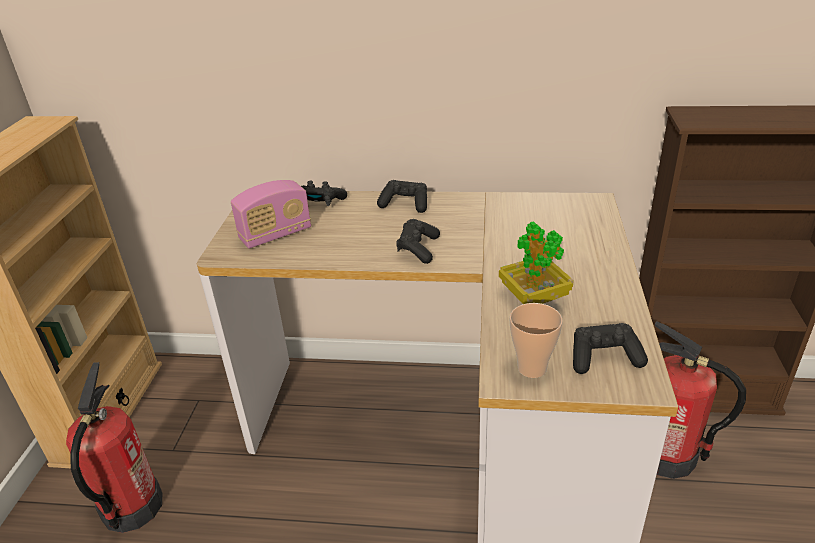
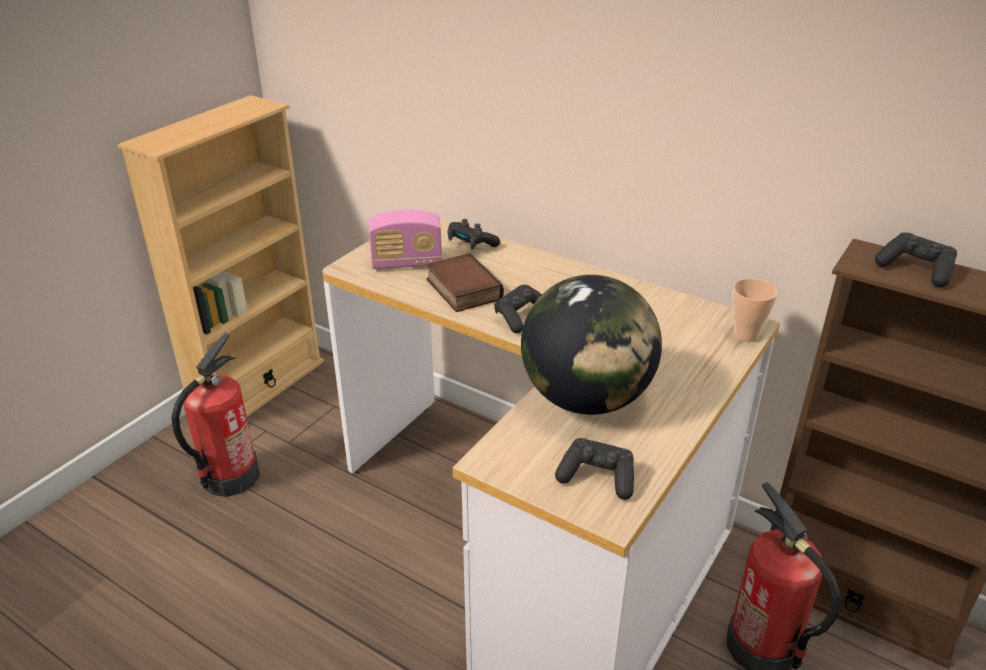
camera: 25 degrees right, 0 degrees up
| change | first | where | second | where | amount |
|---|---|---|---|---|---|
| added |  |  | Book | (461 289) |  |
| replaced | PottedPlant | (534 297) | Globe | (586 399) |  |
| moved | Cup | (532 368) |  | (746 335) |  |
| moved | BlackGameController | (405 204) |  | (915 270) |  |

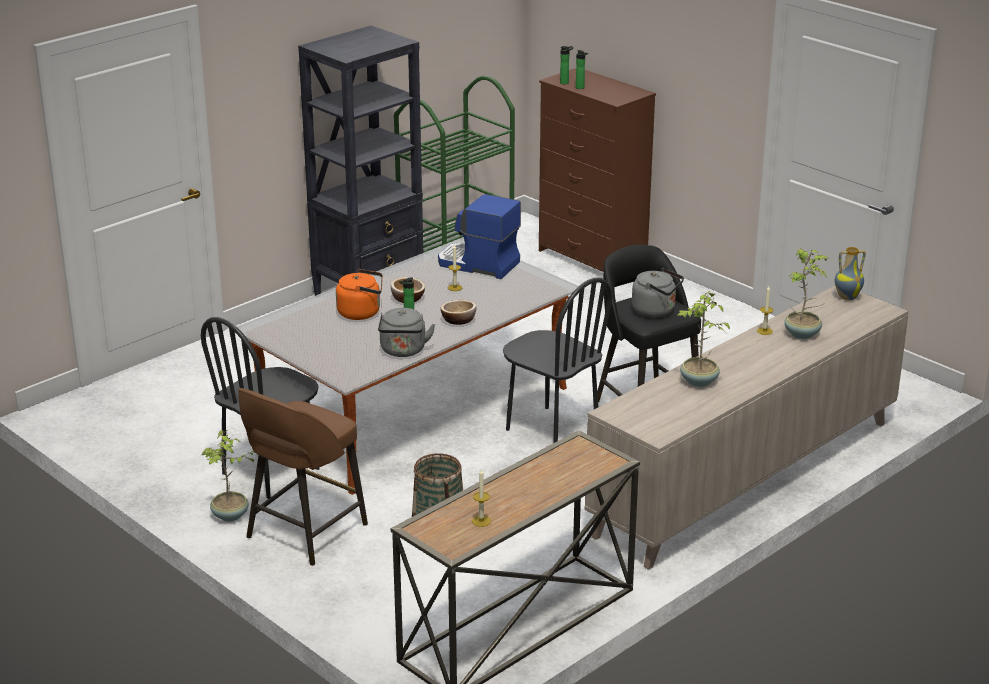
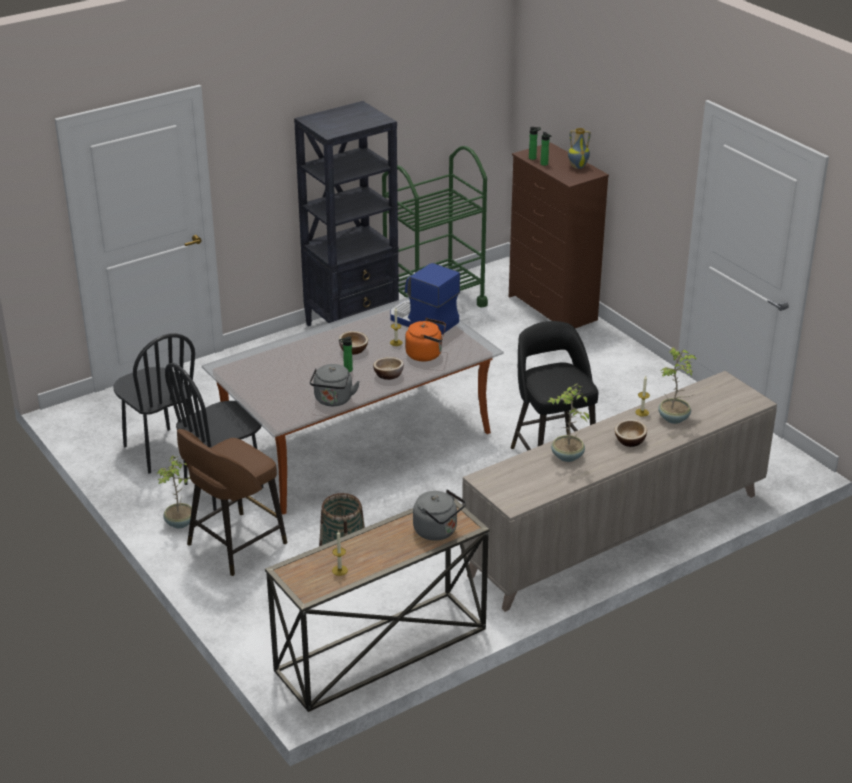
camera: 10 degrees right, 5 degrees up
| change | first | where | second | where | amount |
|---|---|---|---|---|---|
| moved | BlackChair | (551 430) |  | (160 450) |  |
| moved | OrangeKettle | (362 312) |  | (426 354) |  |
| moved | GreyKettle | (656 311) |  | (438 531) |  |
| moved | Vase | (847 297) |  | (578 166) |  |
| added |  |  | Bowl | (630 441) |  |

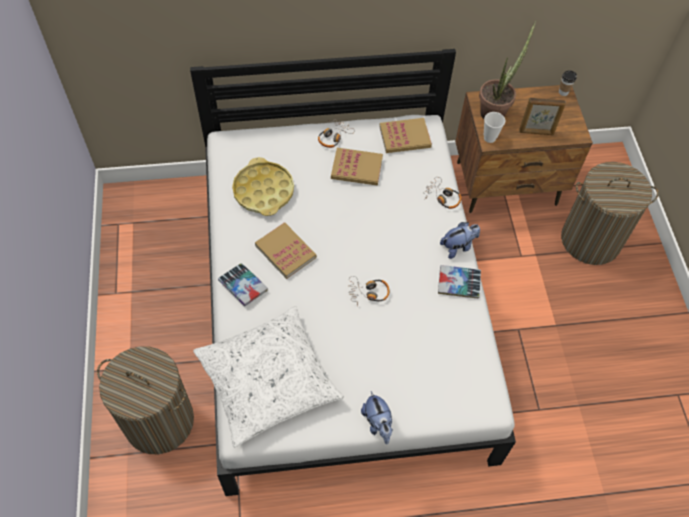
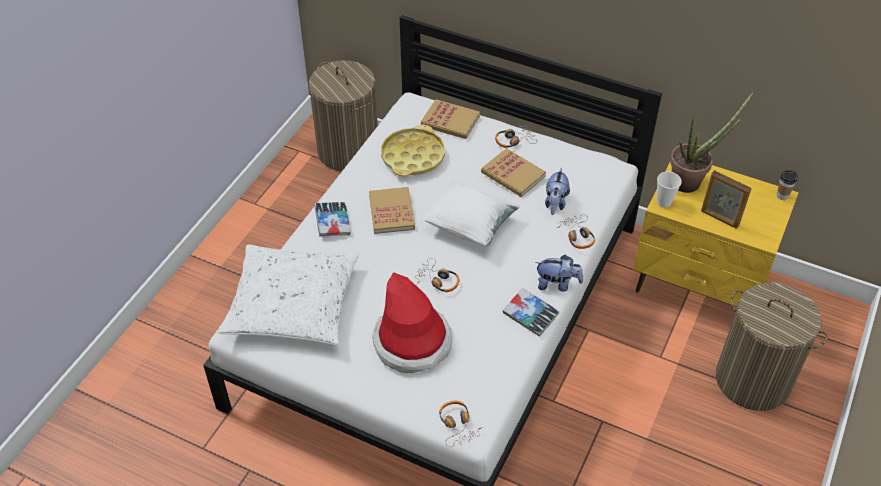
camera: 35 degrees right, 10 degrees down
| change | first | where | second | where | amount |
|---|---|---|---|---|---|
| moved | LaundryBasket | (159 421) |  | (348 151) |  |
| added |  |  | Hat | (412 342) |  |
| moved | Book | (405 137) |  | (450 121) |  |
| added |  |  | WhitePillow | (470 226) |  |
| added |  |  | Headphones | (458 425) |  |
| moved | PlushToy | (378 424) |  | (555 203) |  |
| recoloured | BrownNightstand | (507 184) | YellowNightstand | (699 284) |  |

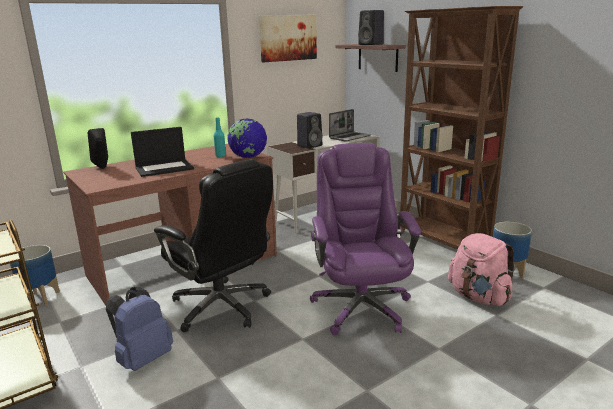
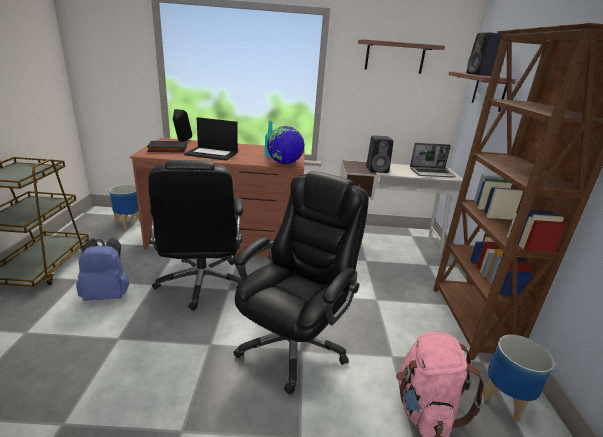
camera: 35 degrees right, 5 degrees up
| change | first | where | second | where | amount |
|---|---|---|---|---|---|
| added |  |  | BlackBook | (167 149) |  |
| recoloured | PurpleOfficeChair | (361 306) | BlackOfficeChair | (294 344) |  |
| replaced | Picture | (288 38) | Shelf | (394 57) |  |

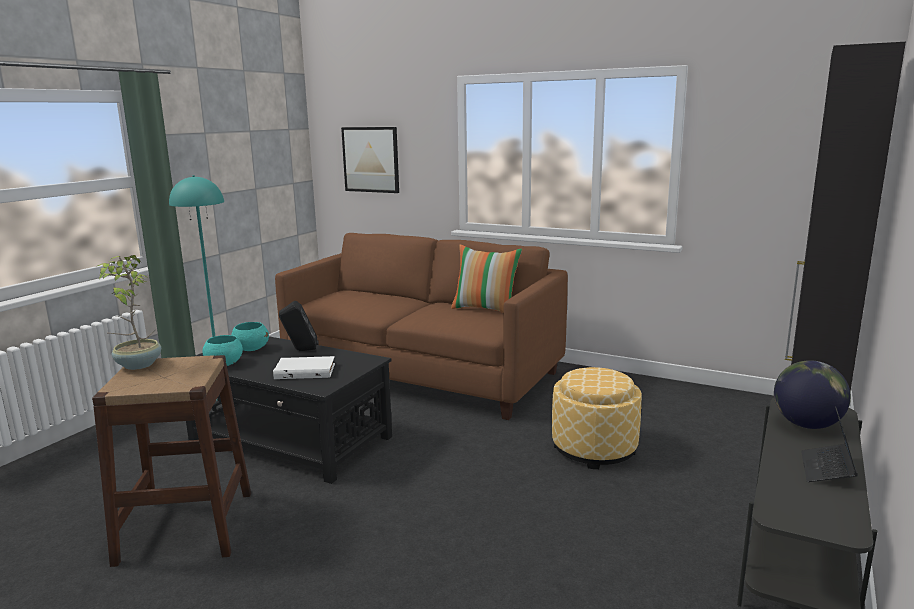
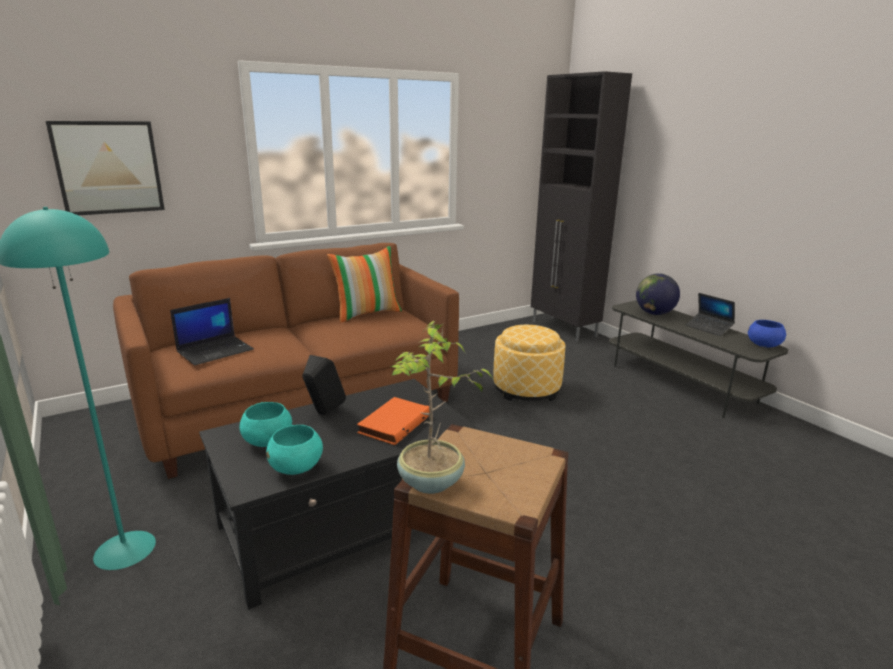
camera: 60 degrees left, 5 degrees up
| change | first | where | second | where | amount |
|---|---|---|---|---|---|
| added |  |  | Laptop | (216 350) |  |
| recoloured | WhiteBook | (306 371) | OrangeBook | (393 423) |  |
| added |  |  | BlueBowl | (764 345) |  |

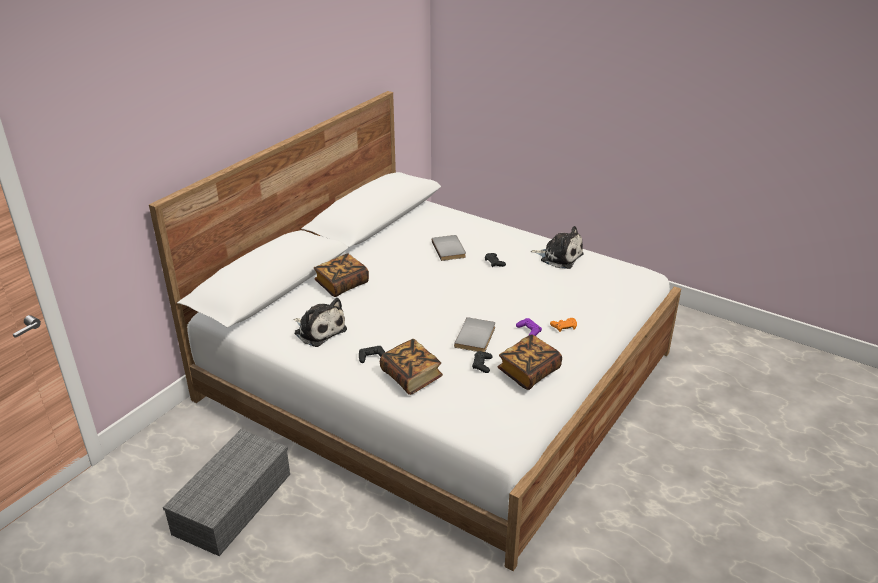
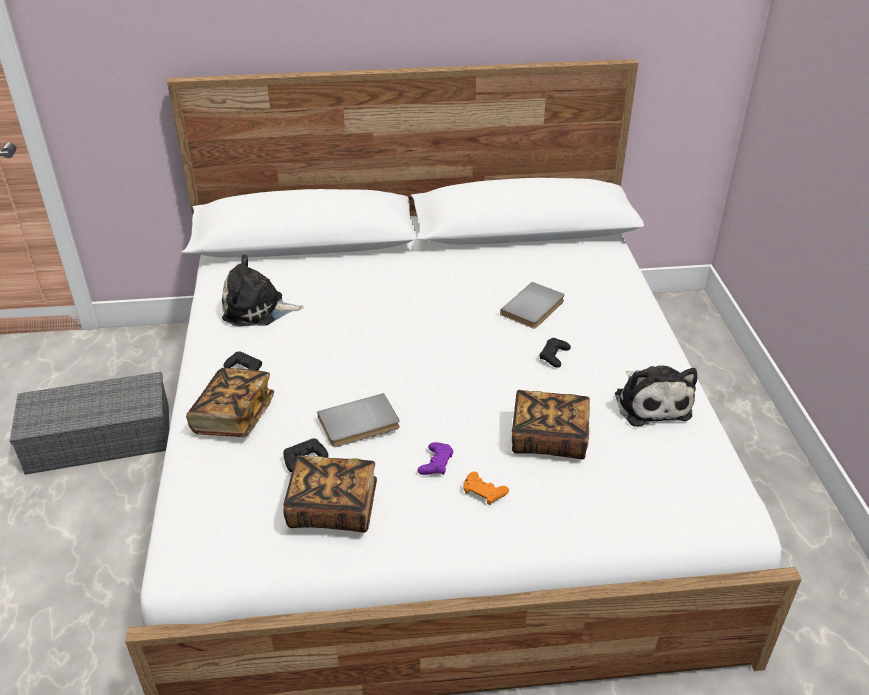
camera: 50 degrees right, 5 degrees up
| change | first | where | second | where | amount |
|---|---|---|---|---|---|
| turned | PlushToy | (319 330) |  | (257 309) | 90 degrees clockwise |
| moved | Book | (342 284) |  | (549 439) |  |

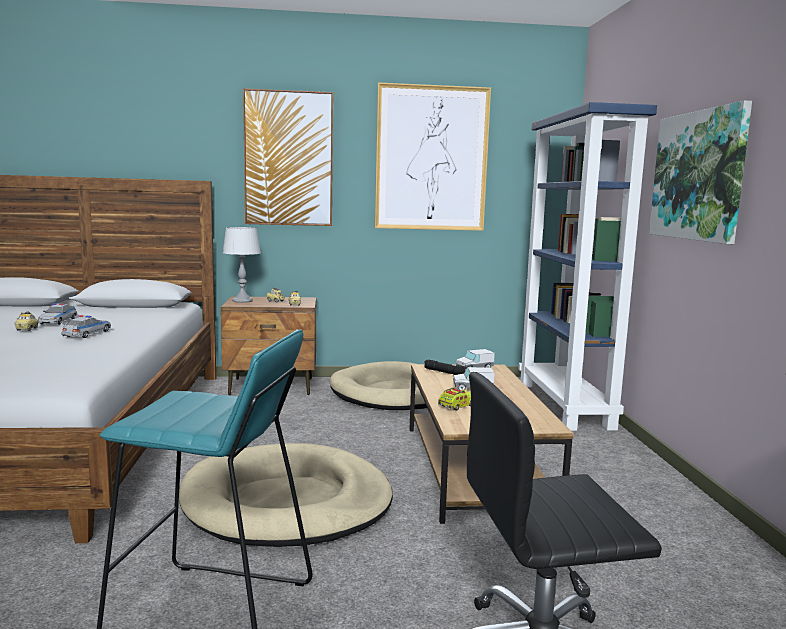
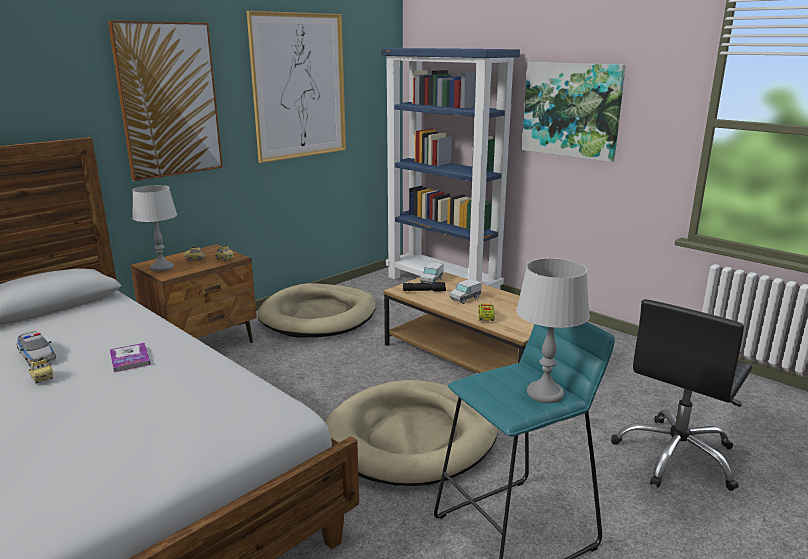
camera: 40 degrees left, 10 degrees up
| change | first | where | second | where | amount |
|---|---|---|---|---|---|
| replaced | ToyCar | (87 334) | Book | (130 359) |  |
| added |  |  | GreyTableLamp | (545 394) |  |

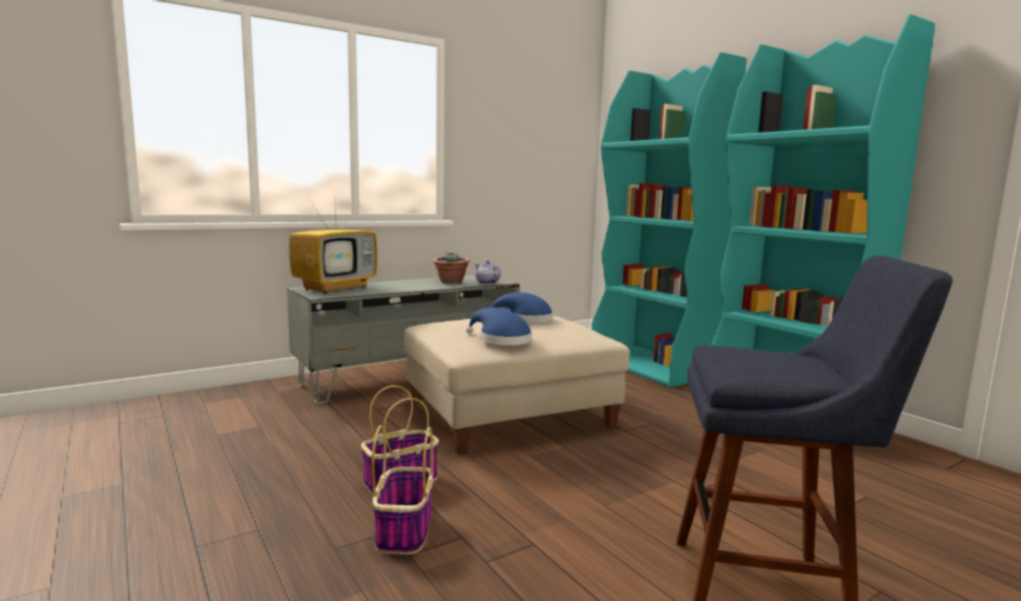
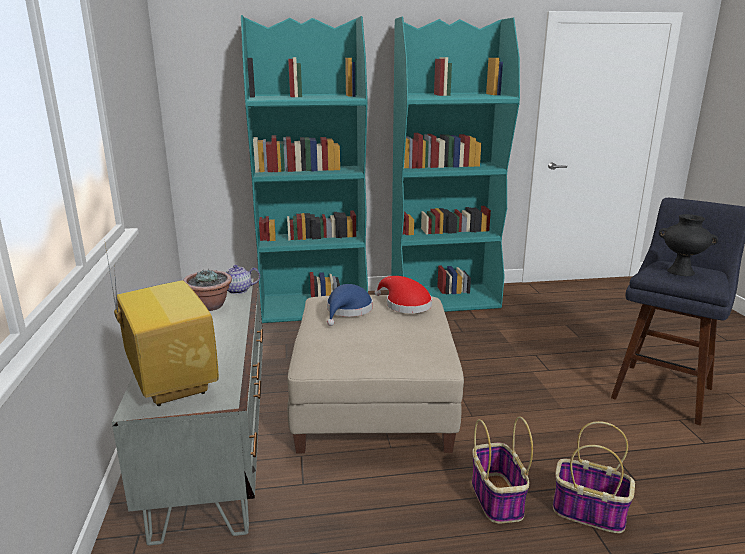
camera: 65 degrees left, 10 degrees up
| change | first | where | second | where | amount |
|---|---|---|---|---|---|
| added |  |  | RedHat | (405 304) |  |
| added |  |  | BlackVase | (681 272) |  |
| removed | BlueHat | (501 340) |  |  |  |

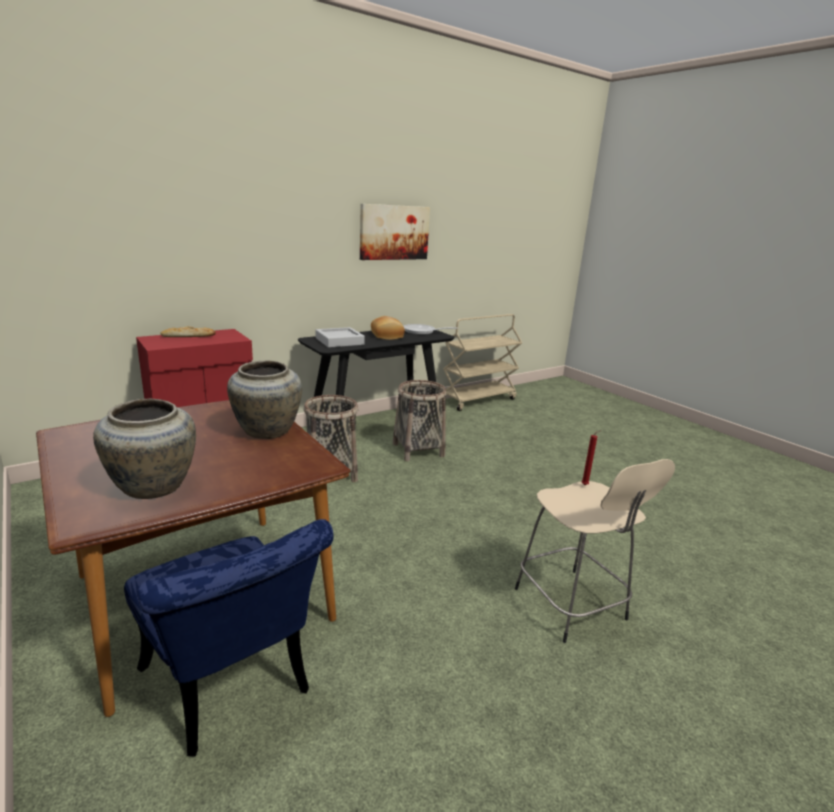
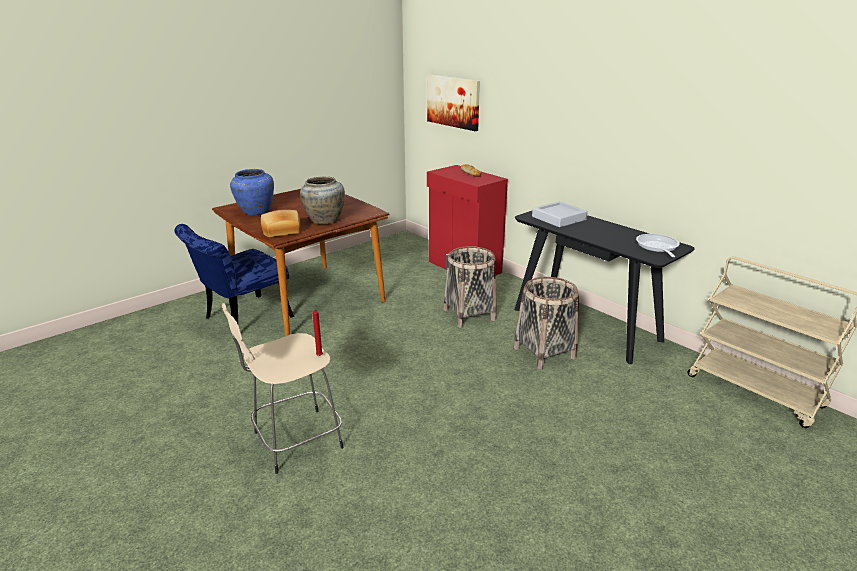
camera: 85 degrees right, 5 degrees up
| change | first | where | second | where | amount |
|---|---|---|---|---|---|
| recoloured | BeigeVase | (153 488) | BlueVase | (255 211) |  |
| moved | Bread | (388 335) |  | (281 232) |  |
| moved | Picture | (394 232) |  | (453 102) |  |

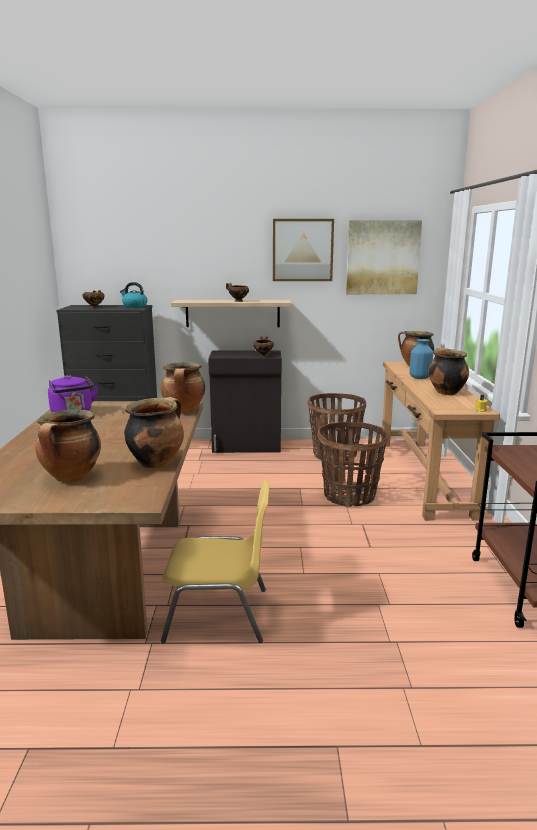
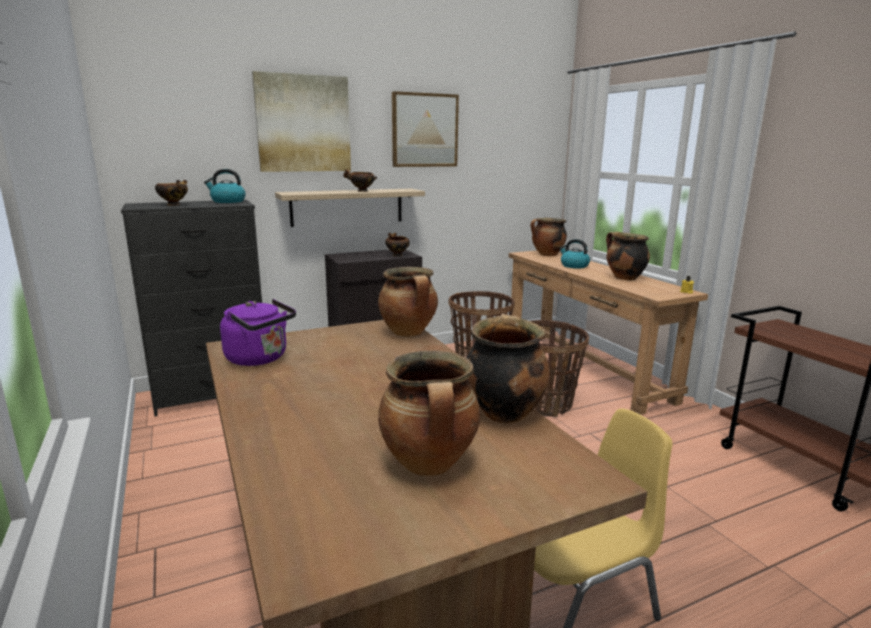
camera: 25 degrees left, 0 degrees up
| change | first | where | second | where | amount |
|---|---|---|---|---|---|
| moved | Picture | (382 257) |  | (303 124) |  |
| replaced | BlueVase | (419 378) | Kettle | (574 266) |  |

